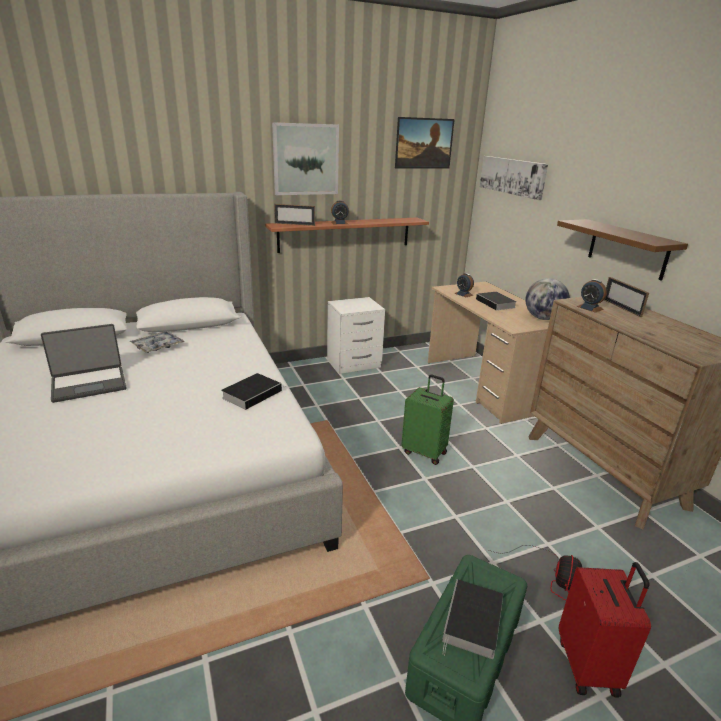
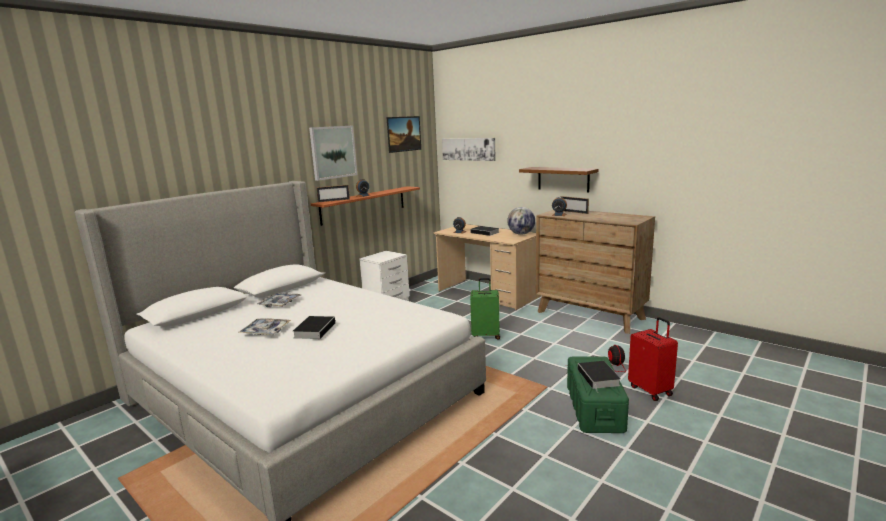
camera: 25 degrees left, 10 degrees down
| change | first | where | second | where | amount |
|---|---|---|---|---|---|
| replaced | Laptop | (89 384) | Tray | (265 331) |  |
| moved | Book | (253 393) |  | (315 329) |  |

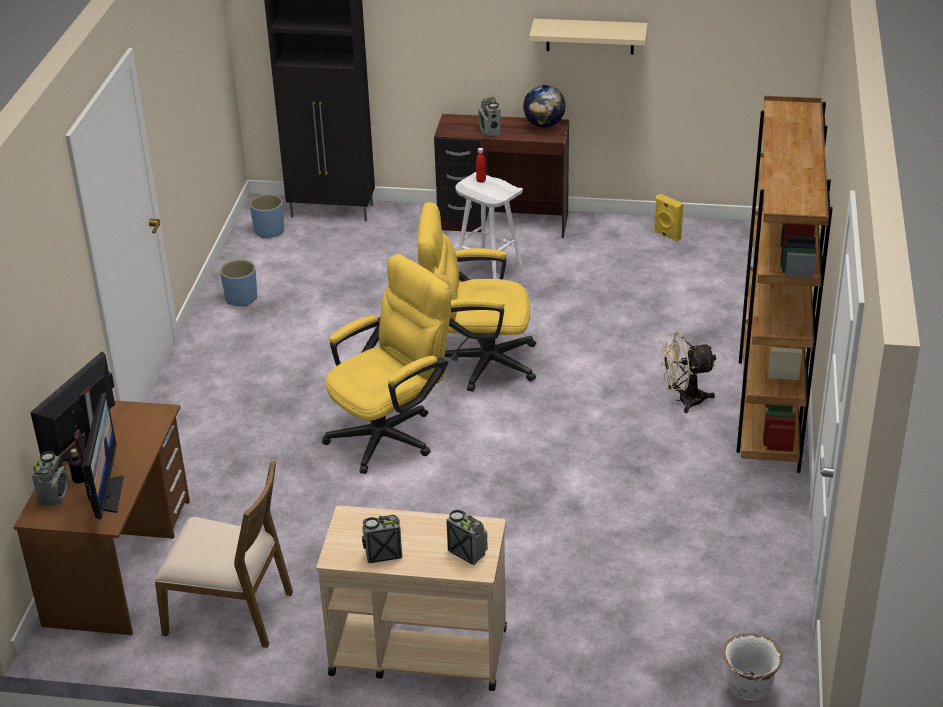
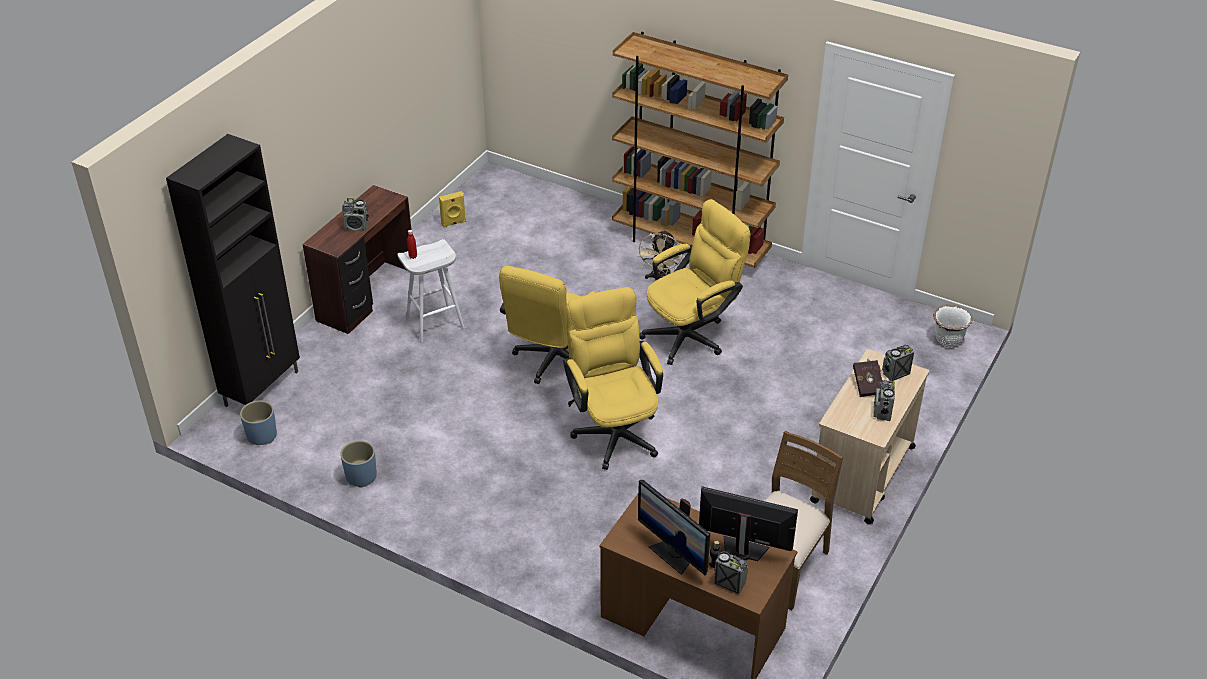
camera: 70 degrees left, 5 degrees up
| change | first | where | second | where | amount |
|---|---|---|---|---|---|
| added |  |  | YellowOfficeChair | (691 334) |  |
| added |  |  | RedBook | (867 384) |  |
| removed | Globe | (544 125) |  |  |  |
| removed | BeigeShelf | (590 36) |  |  |  |

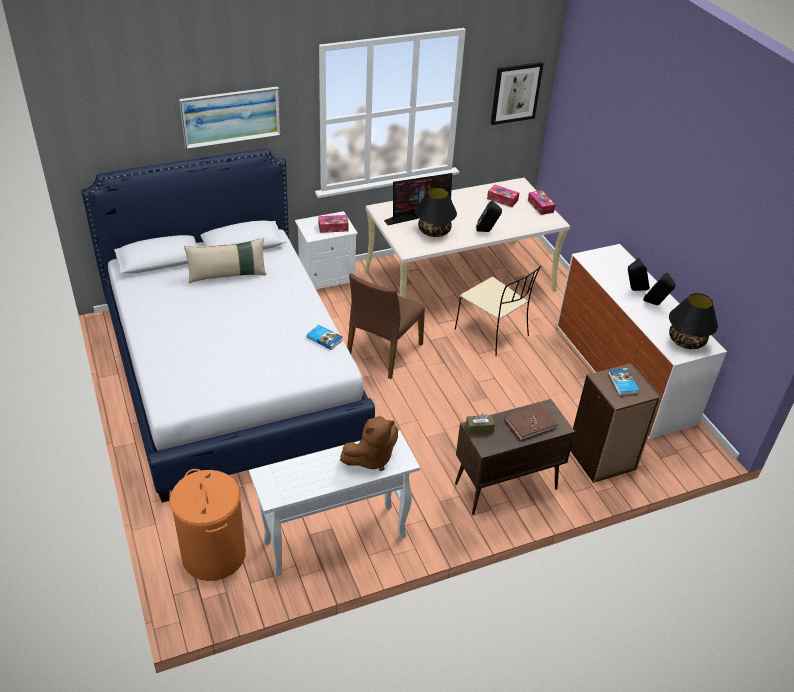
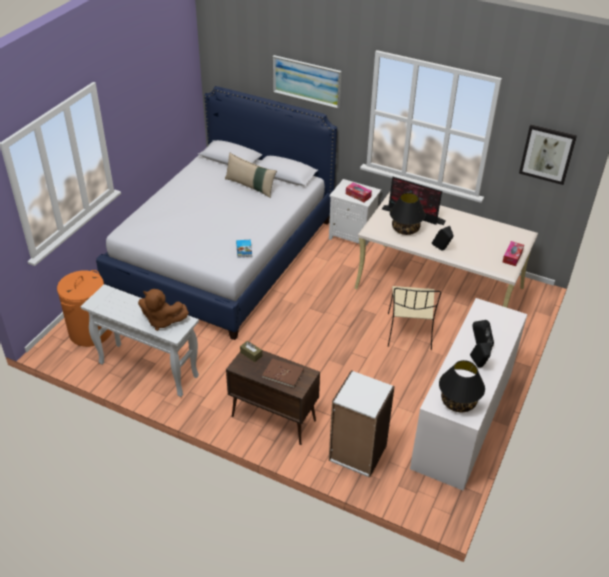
camera: 50 degrees right, 0 degrees up
| change | first | where | second | where | amount |
|---|---|---|---|---|---|
| recoloured | BrownBookcase | (602 459) | WhiteBookcase | (357 453) |  |
| removed | BrownChair | (383 352) |  |  |  |
| removed | TissueBox | (502 199) |  |  |  |
| removed | Book | (622 383) |  |  |  |

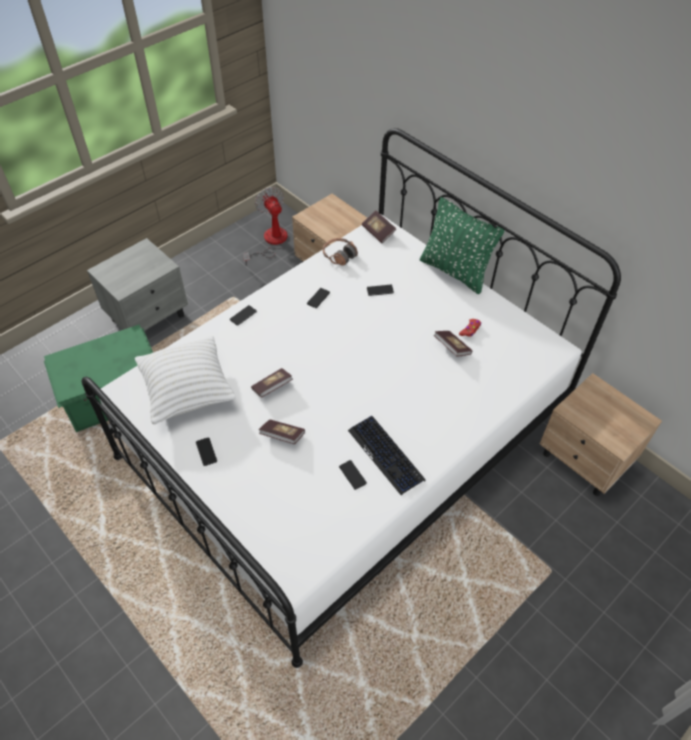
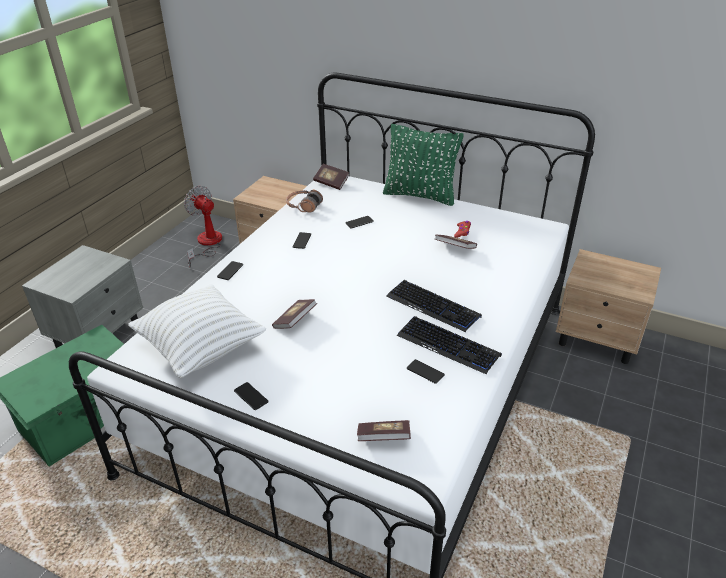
camera: 20 degrees left, 15 degrees down
| change | first | where | second | where | amount |
|---|---|---|---|---|---|
| moved | Book | (282 436) |  | (383 438) |  |
| added |  |  | Keyboard | (433 306) |  |

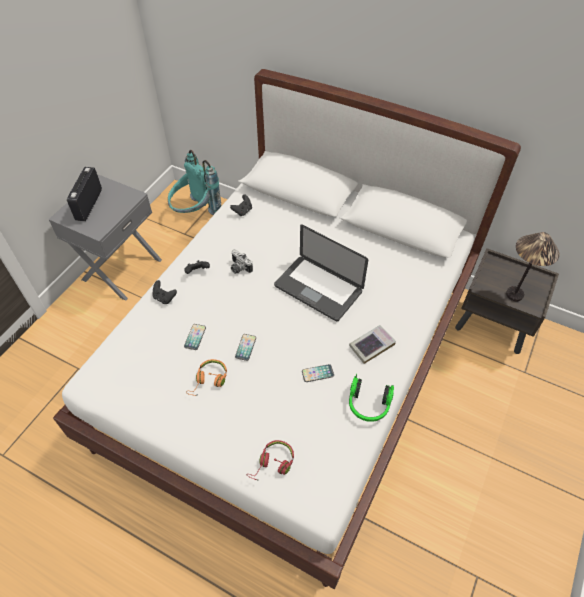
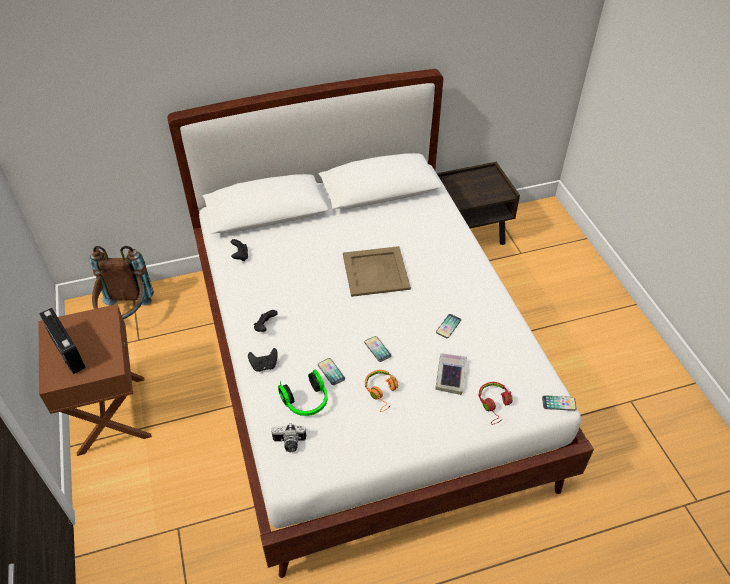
camera: 45 degrees left, 5 degrees down
| change | first | where | second | where | amount |
|---|---|---|---|---|---|
| recoloured | GreyNightstand | (121 269) | BrownNightstand | (110 415) |  |
| recoloured | TurquoiseBackpack | (195 213) | BrownBackpack | (127 315) |  |
| moved | PhotoCamera | (239 268) |  | (289 443) |  |
| moved | Headphones | (368 405) |  | (306 402) |  |
| replaced | Laptop | (318 289) | BeigeTray | (376 271) |  |
| moved | Book | (371 346) |  | (450 375) |  |
| added |  |  | Phone | (558 403) |  |
| removed | TableLamp | (514 295) |  |  |  |

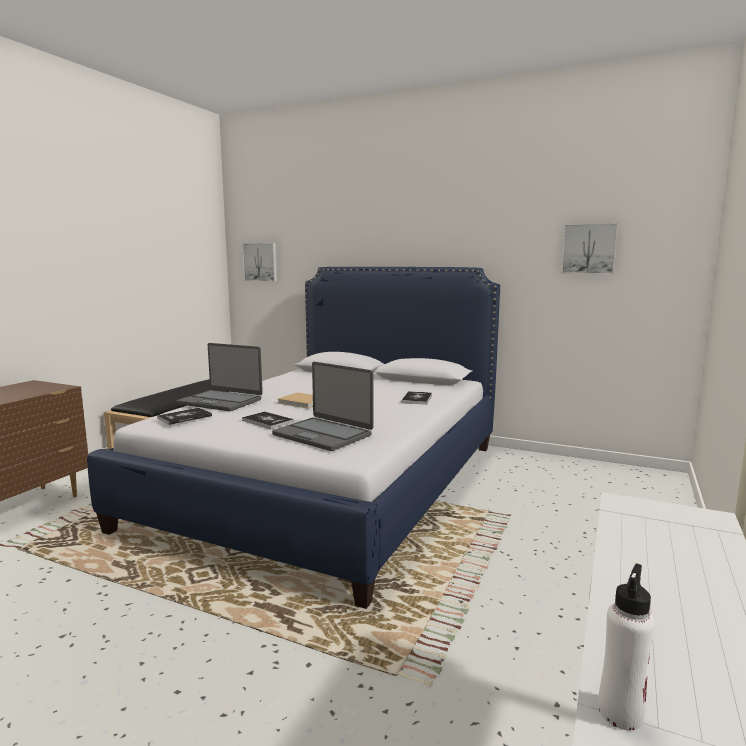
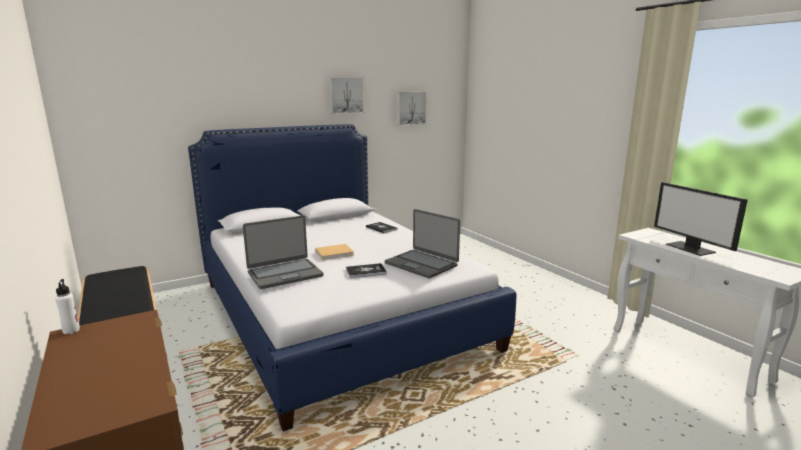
camera: 55 degrees left, 5 degrees up
| change | first | where | second | where | amount |
|---|---|---|---|---|---|
| moved | WhiteBottle | (620 713) |  | (71 330) |  |
| moved | Picture | (260 262) |  | (346 95) |  |
| turned | Laptop | (323 435) |  | (421 264) | 60 degrees clockwise |
| added |  |  | Monitor | (691 248) |  |
| removed | Book | (184 417) |  |  |  |

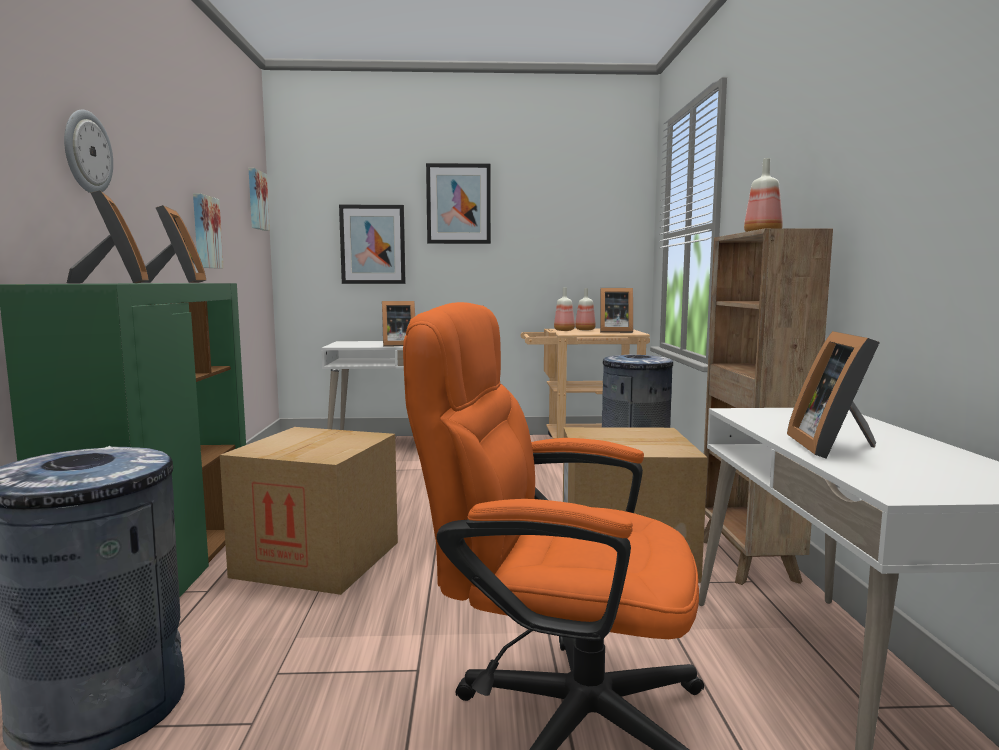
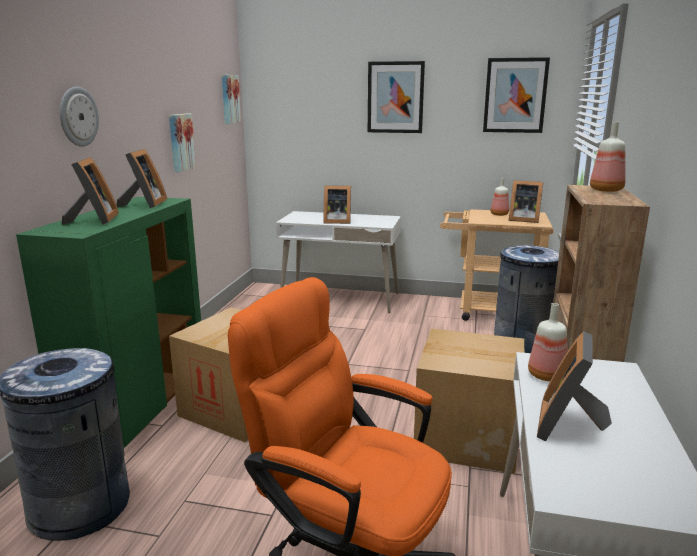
camera: 15 degrees right, 10 degrees up
| change | first | where | second | where | amount |
|---|---|---|---|---|---|
| moved | Picture | (372 244) |  | (515 95) |  |
| moved | Bottle | (564 330) |  | (547 375) |  |

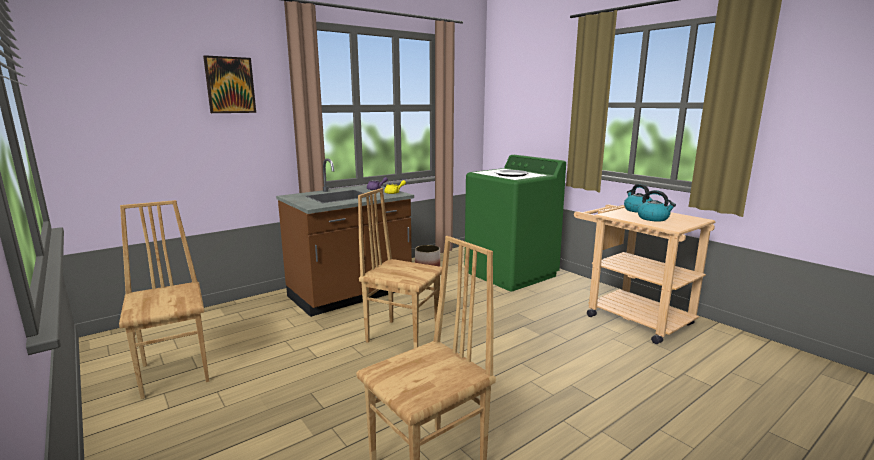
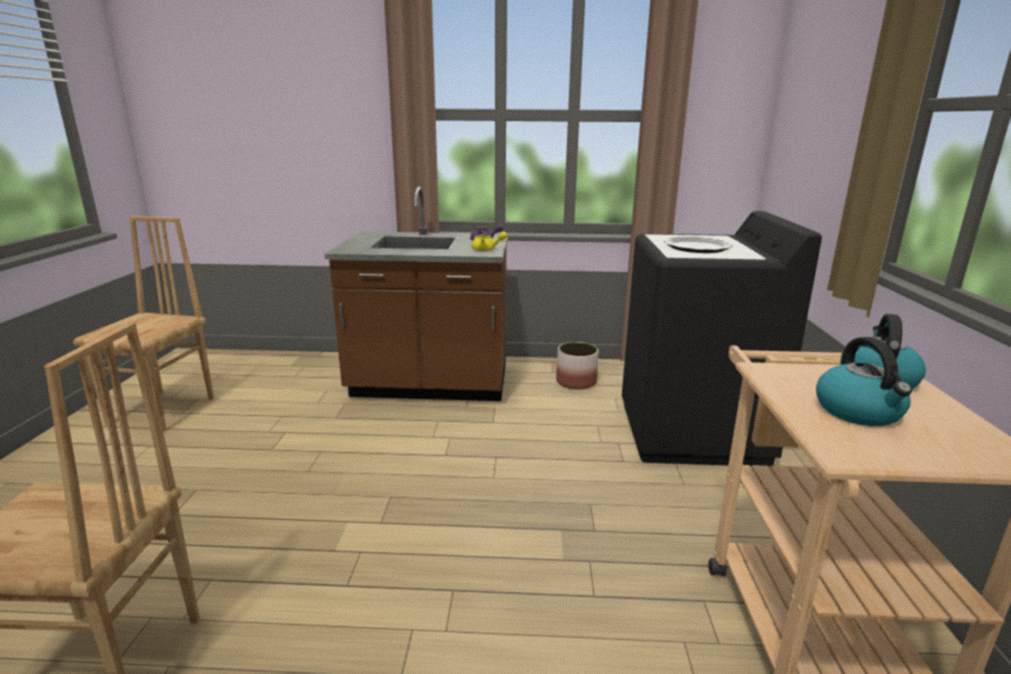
camera: 40 degrees right, 5 degrees up
| change | first | where | second | where | amount |
|---|---|---|---|---|---|
| recoloured | GreenWashingMachine | (511 274) | BlackWashingMachine | (692 432) |  |
| removed | Picture | (230 85) |  |  |  |
| removed | BrownChair | (402 336) |  |  |  |

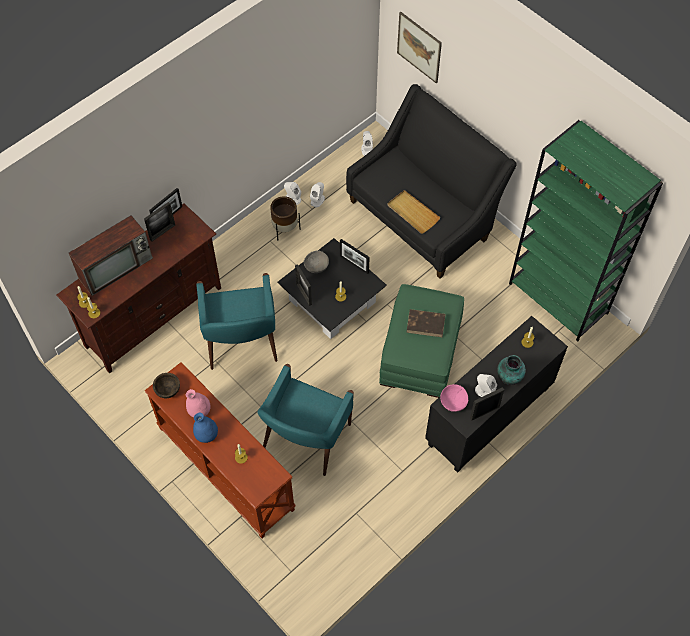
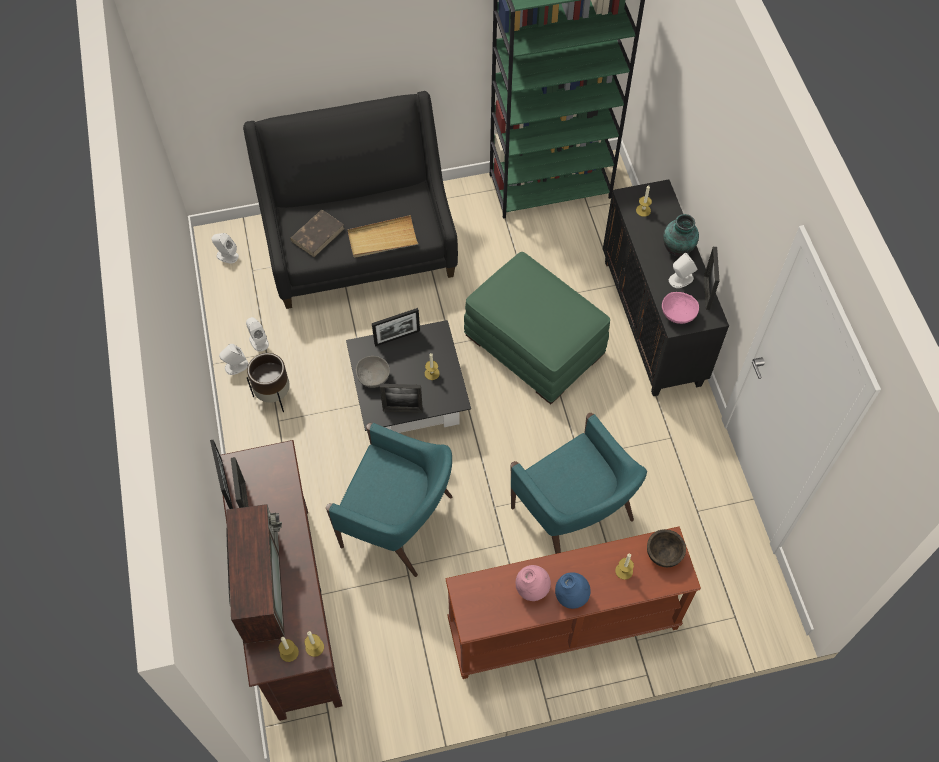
camera: 60 degrees left, 0 degrees up
| change | first | where | second | where | amount |
|---|---|---|---|---|---|
| moved | BrownBook | (426 324) |  | (318 234) |  |
| moved | BrownBowl | (167 390) |  | (663 554) |  |
| removed | Picture | (419 47) |  |  |  |

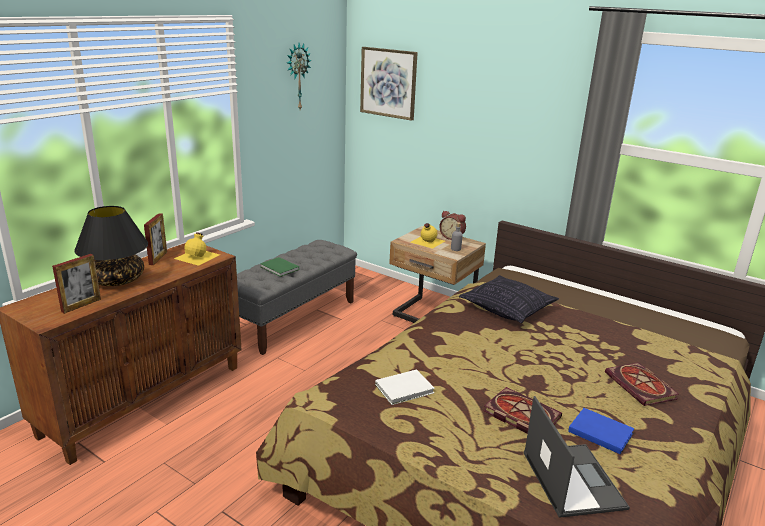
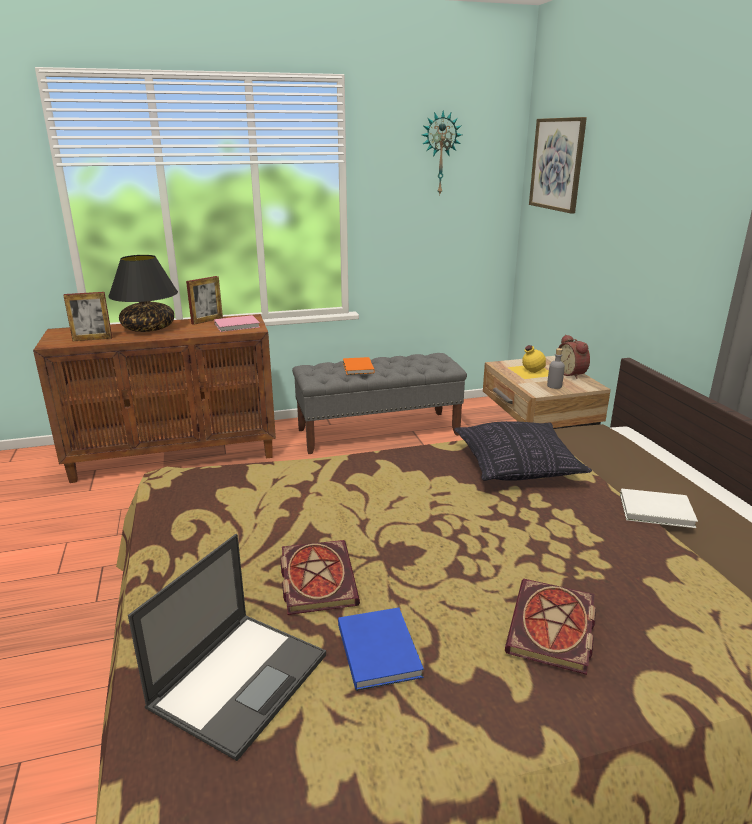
camera: 40 degrees right, 0 degrees up
| change | first | where | second | where | amount |
|---|---|---|---|---|---|
| replaced | YellowBottle | (198 256) | PinkBook | (238 325) |  |
| recoloured | GreenBook | (279 269) | OrangeBook | (357 368) |  |
| moved | WhiteBook | (406 389) |  | (658 511) |  |

